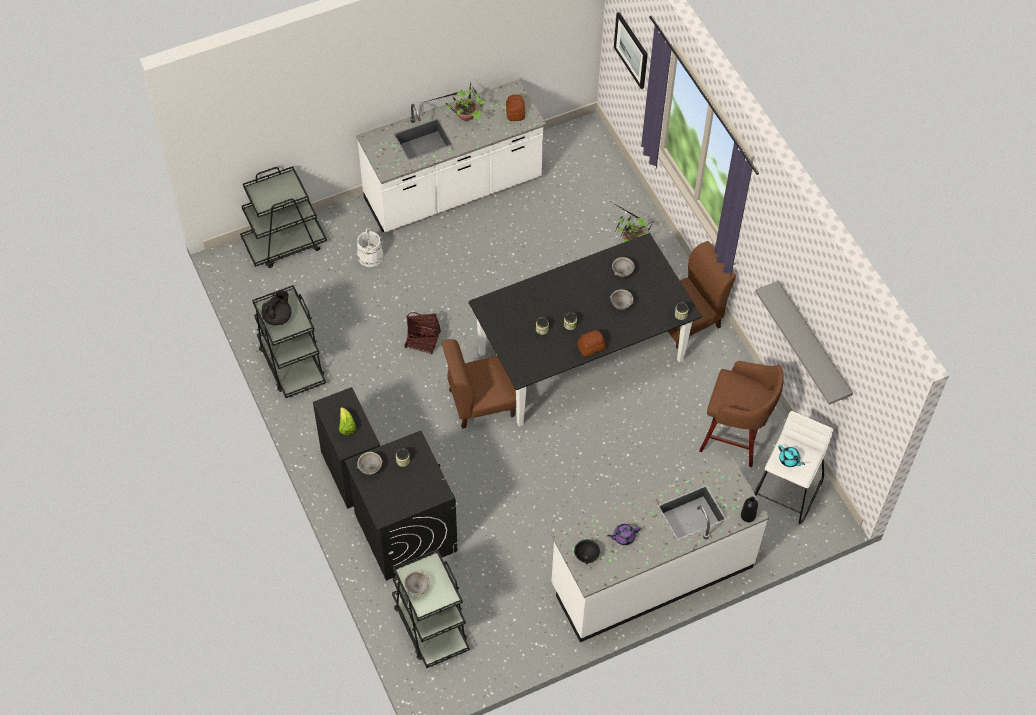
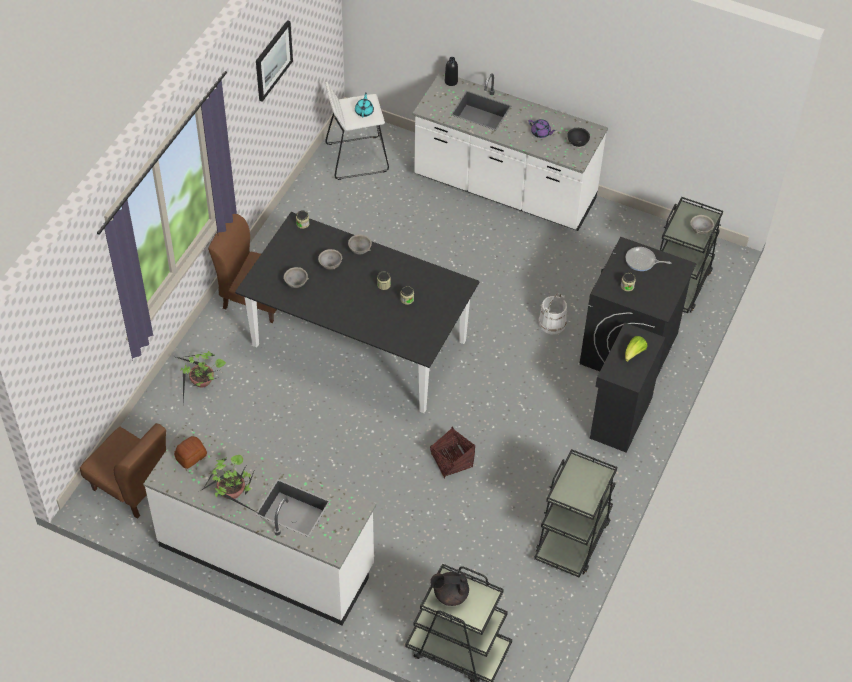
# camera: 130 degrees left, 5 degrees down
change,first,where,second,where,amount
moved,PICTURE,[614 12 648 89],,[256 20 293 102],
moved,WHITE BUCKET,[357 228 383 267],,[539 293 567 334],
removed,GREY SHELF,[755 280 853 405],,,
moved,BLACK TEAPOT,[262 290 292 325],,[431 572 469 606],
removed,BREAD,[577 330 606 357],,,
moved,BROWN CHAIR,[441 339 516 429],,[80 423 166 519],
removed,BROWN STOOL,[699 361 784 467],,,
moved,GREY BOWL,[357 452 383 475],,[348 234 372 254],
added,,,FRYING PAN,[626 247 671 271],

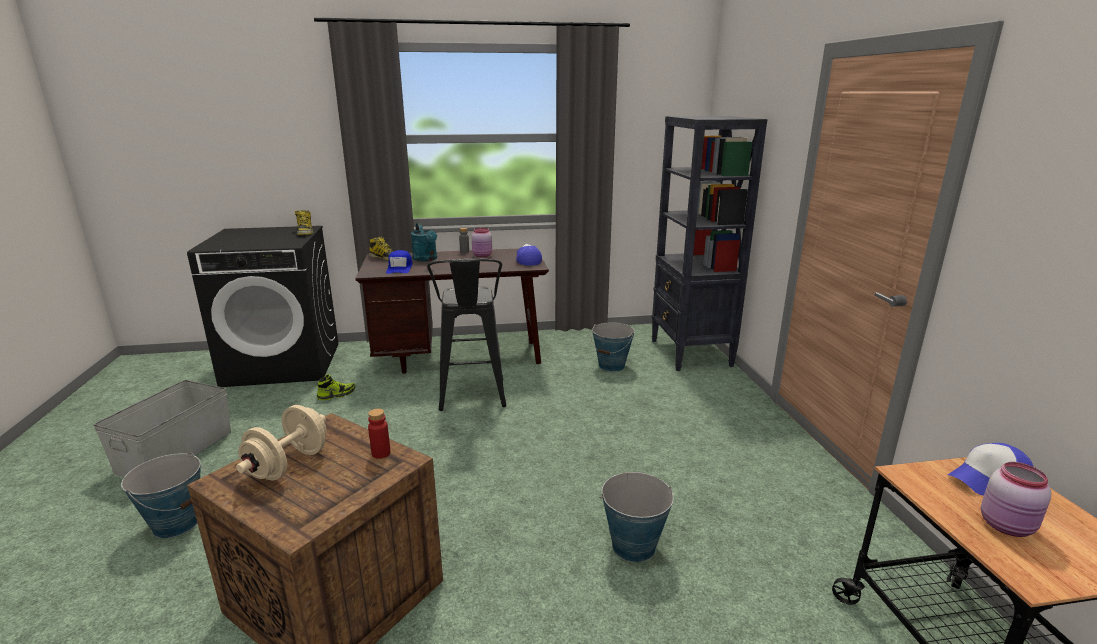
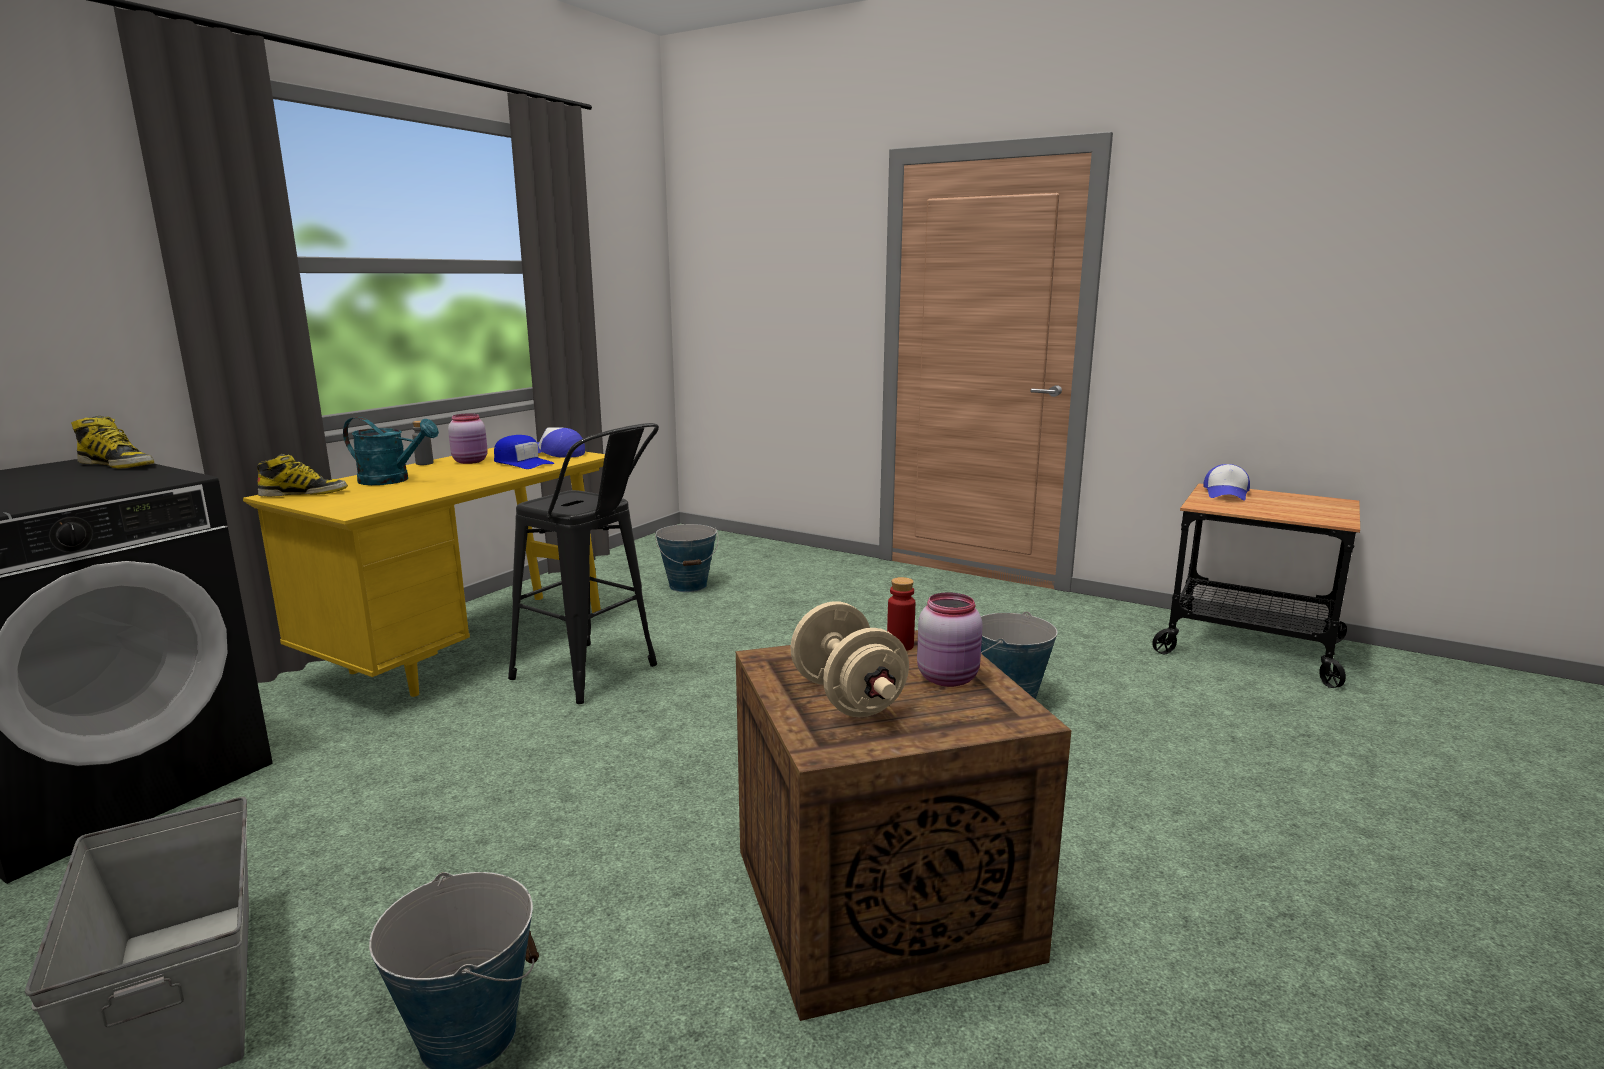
# camera: 50 degrees left, 5 degrees down
change,first,where,second,where,amount
removed,BLACK BOOKCASE,[651 116 767 371],,,
recoloured,BROWN DESK,[355 249 549 374],YELLOW DESK,[243 448 605 697],
moved,BLUE CAP,[386 250 413 274],,[494 435 554 469],
removed,SHOE,[317 374 355 400],,,
moved,PINK JAR,[981 462 1051 537],,[917 592 983 687],

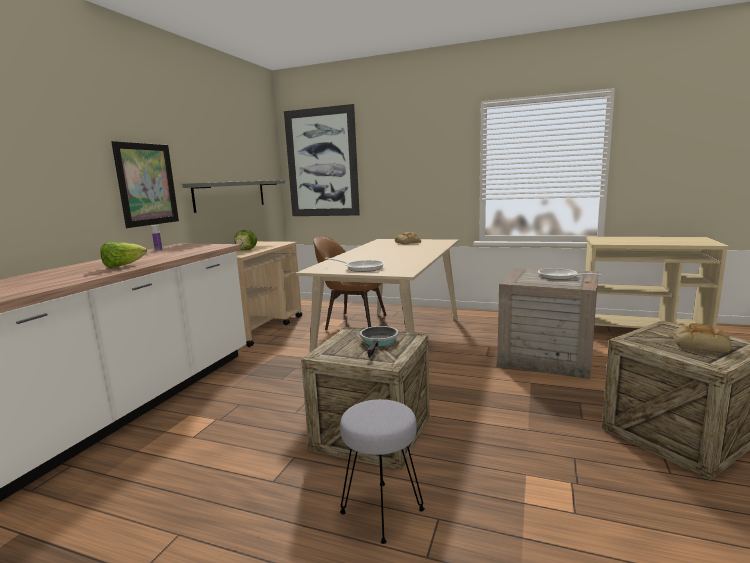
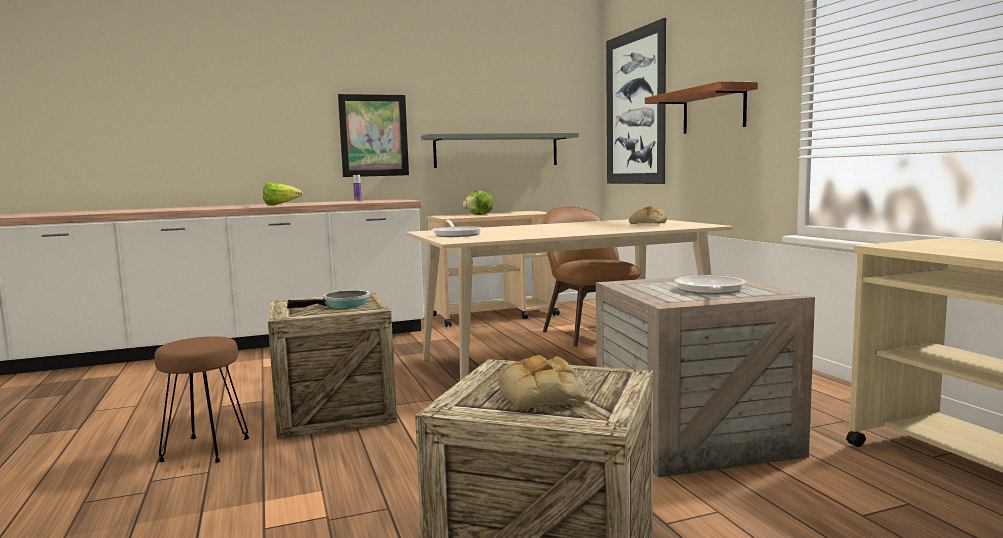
# camera: 50 degrees right, 5 degrees down
change,first,where,second,where,amount
recoloured,GREY STOOL,[340 399 425 544],BROWN STOOL,[154 336 250 463],
added,,,SHELF,[645 81 758 134],

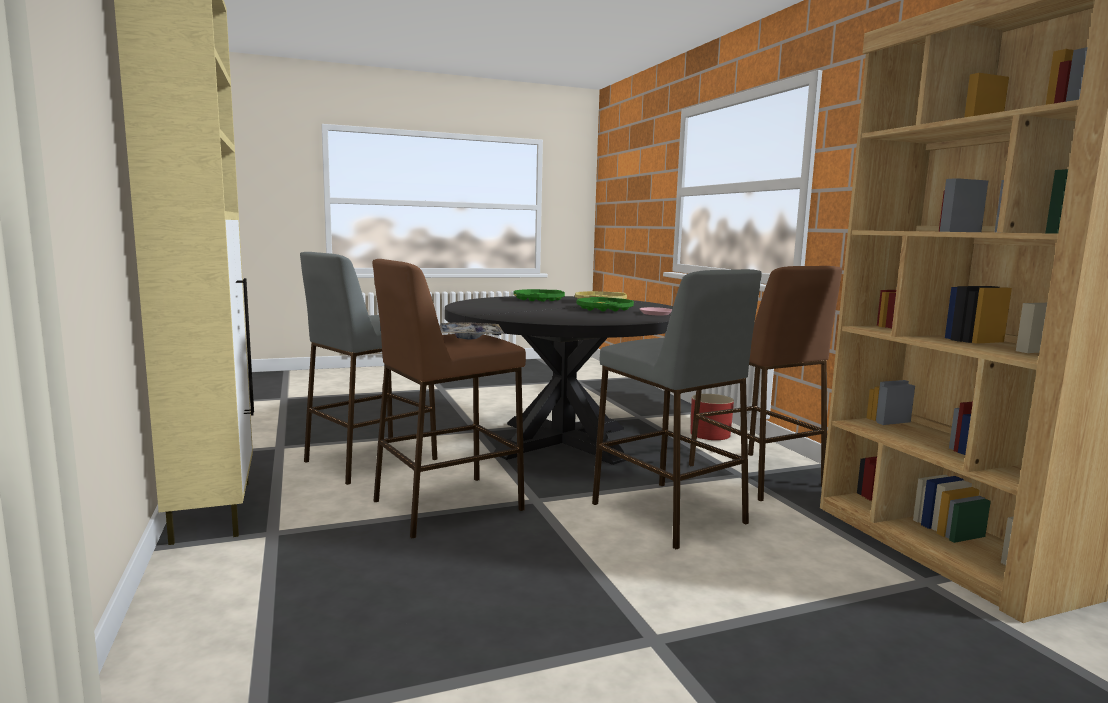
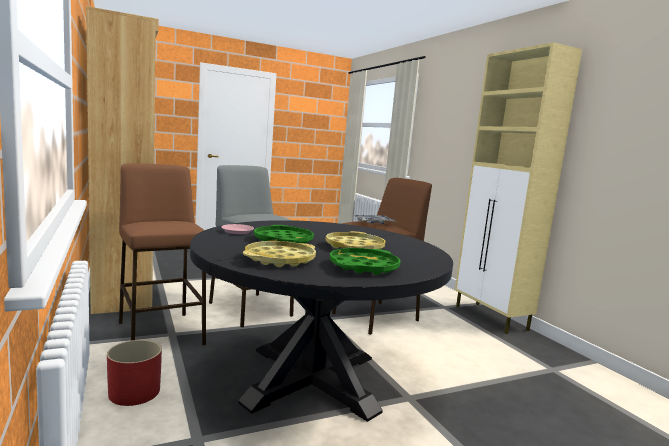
# camera: 175 degrees right, 0 degrees up
change,first,where,second,where,amount
removed,GREY STOOL,[300 252 437 485],,,
added,,,YELLOW TRAY,[326 231 385 249],

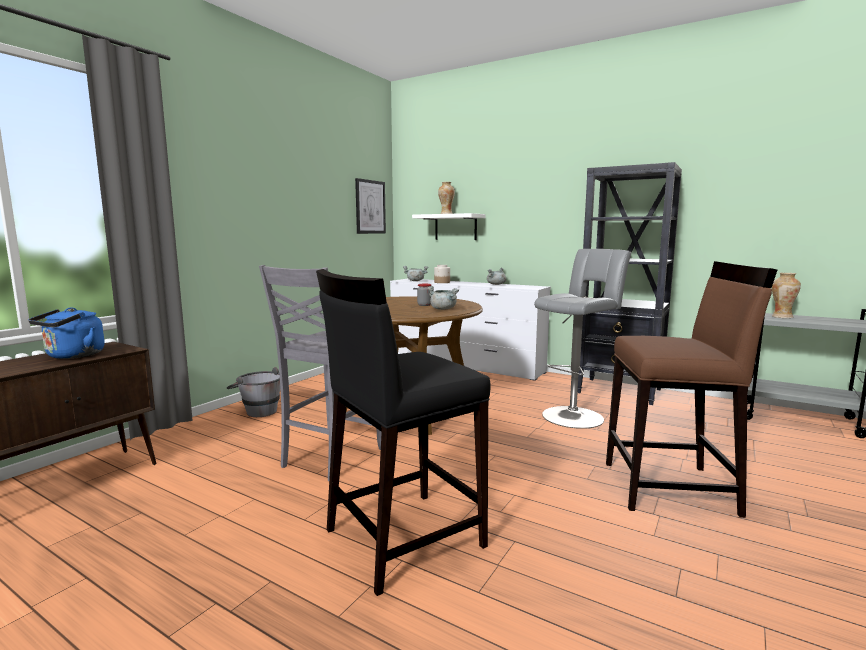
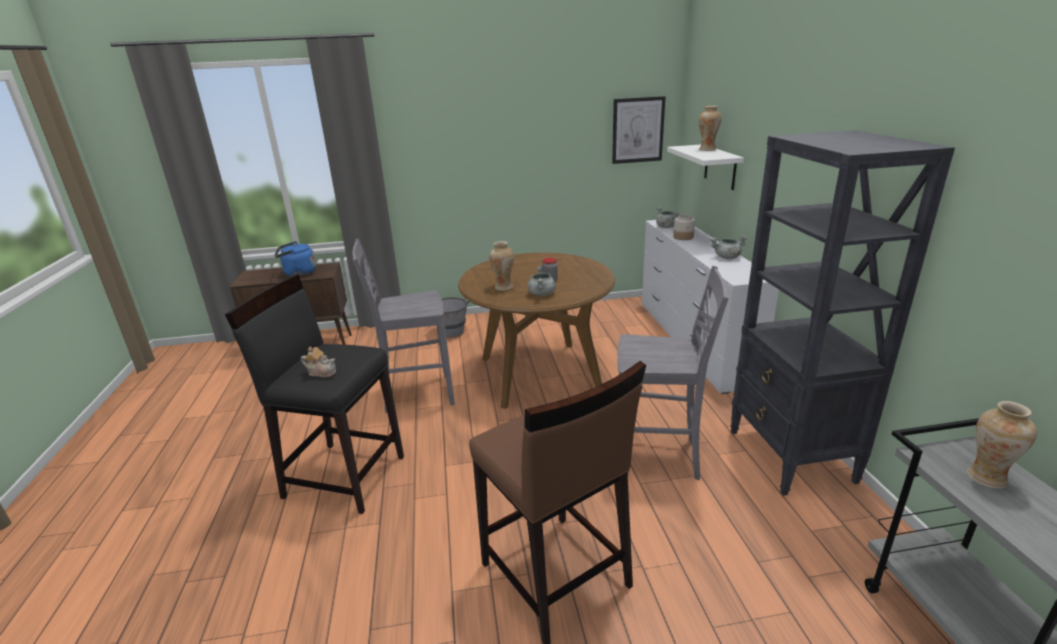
# camera: 50 degrees right, 15 degrees up
change,first,where,second,where,amount
replaced,GREY STOOL,[534 249 631 429],GREY CHAIR,[617 266 729 480],
added,,,VASE,[489 241 514 291],
added,,,TEAPOT,[301 347 336 377],

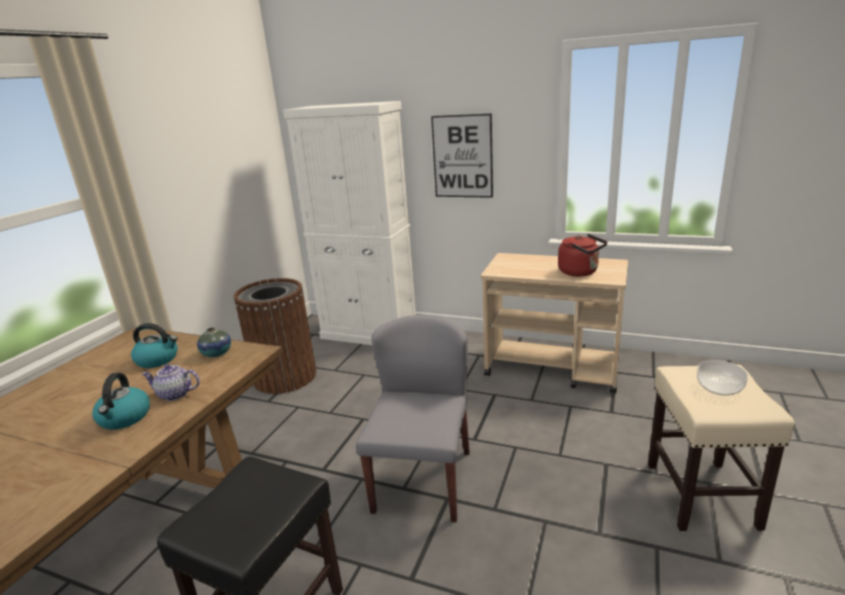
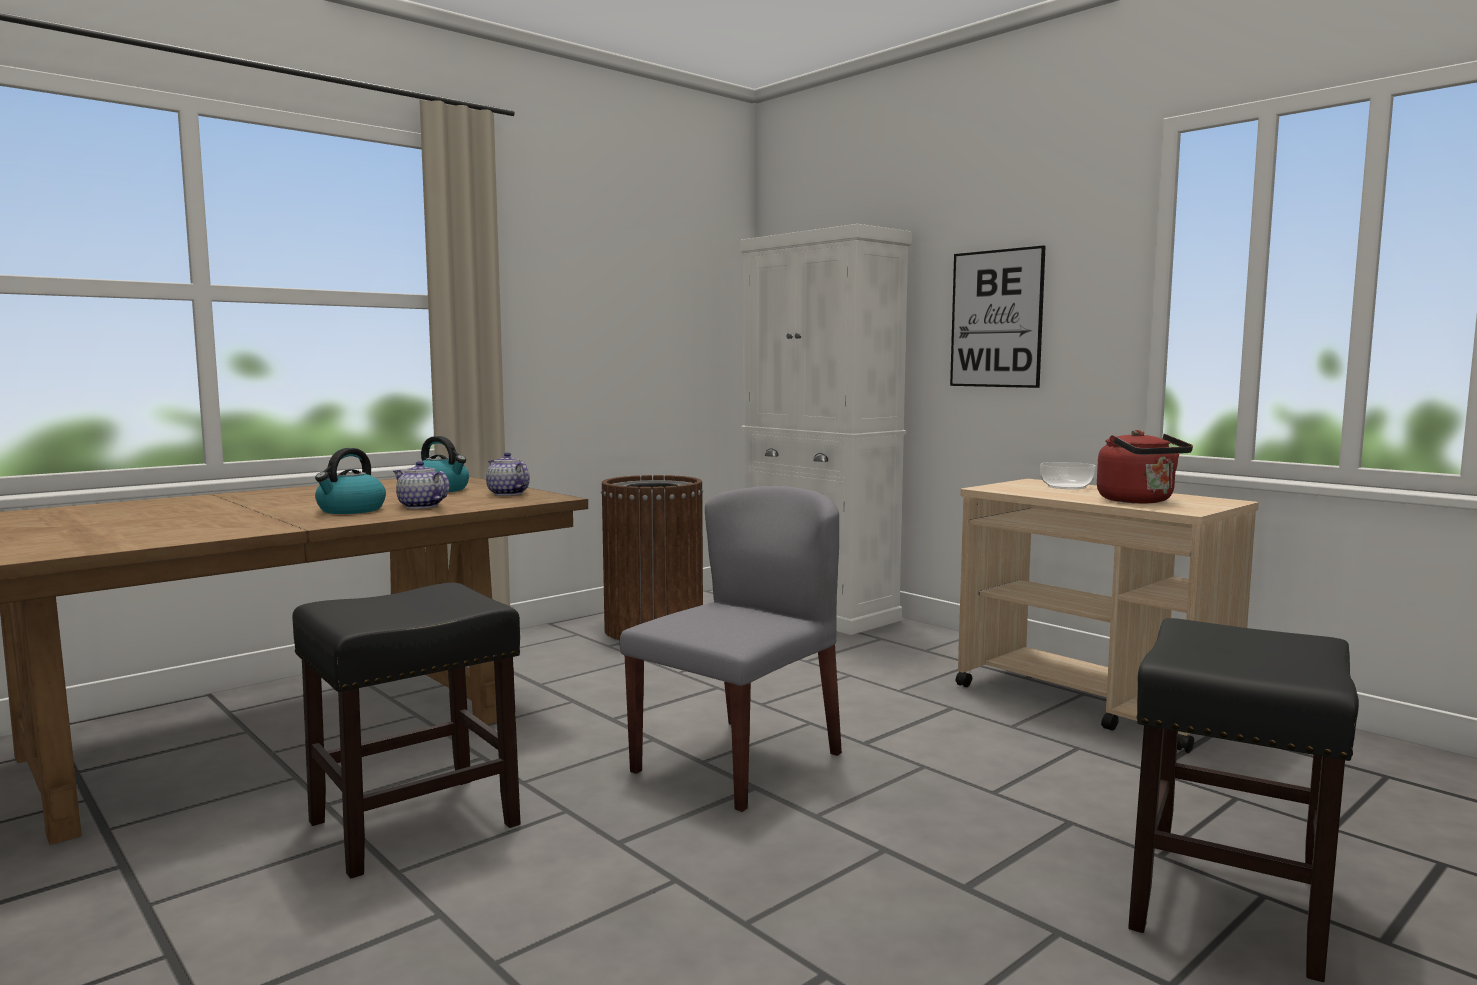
# camera: 25 degrees right, 15 degrees down
change,first,where,second,where,amount
replaced,VASE,[197 327 231 357],TEAPOT,[486 452 530 496],
moved,BOWL,[697 360 748 396],,[1040 462 1095 489],
recoloured,BEIGE STOOL,[648 364 795 531],BLACK STOOL,[1128 618 1359 982],

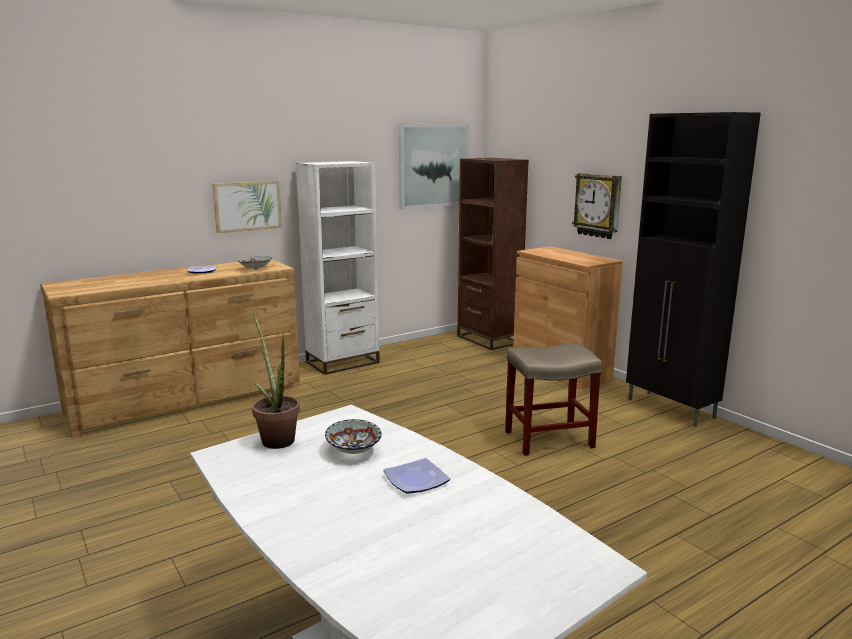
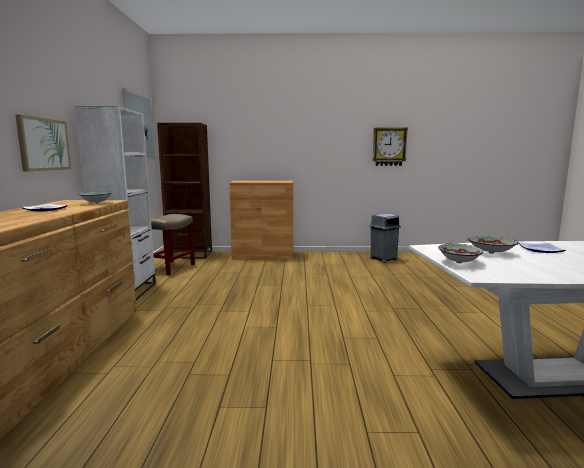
# camera: 55 degrees left, 5 degrees down
change,first,where,second,where,amount
removed,BLACK CABINET,[626 112 761 427],,,
moved,WALL CLOCK,[572 173 622 239],,[373 127 408 166],
replaced,POTTED PLANT,[252 313 300 449],BOWL,[438 244 483 263],
moved,BEIGE STOOL,[505 343 602 456],,[151 214 195 275],
added,,,GREY TRASH CAN,[369 213 401 263],

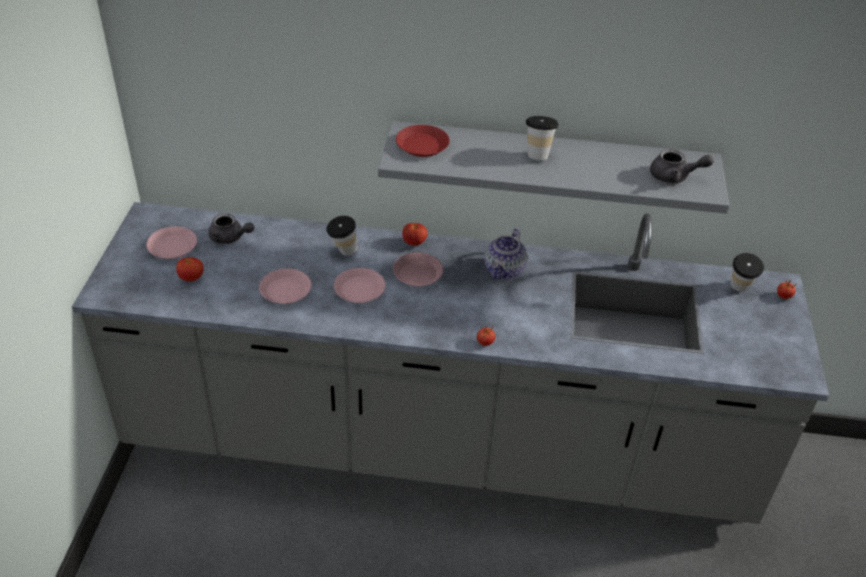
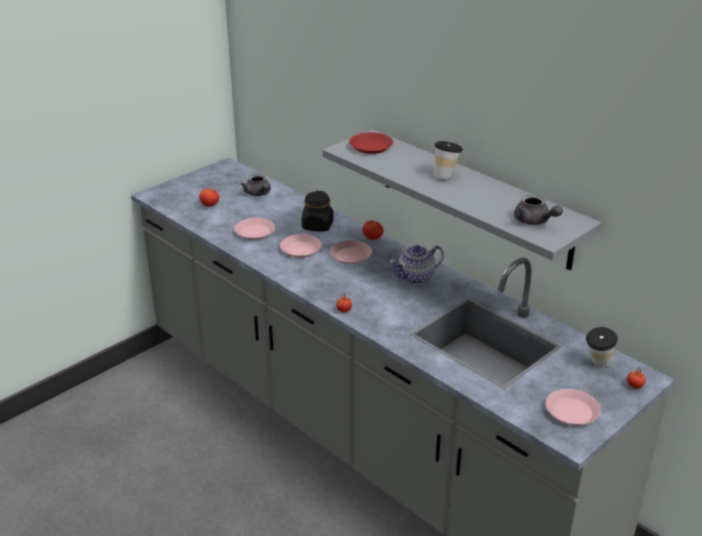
# camera: 40 degrees right, 10 degrees down
change,first,where,second,where,amount
replaced,CUP,[326 216 358 256],BLACK JAR,[302 191 334 232],
moved,PINK PLATE,[146 227 197 259],,[546 389 601 425],

